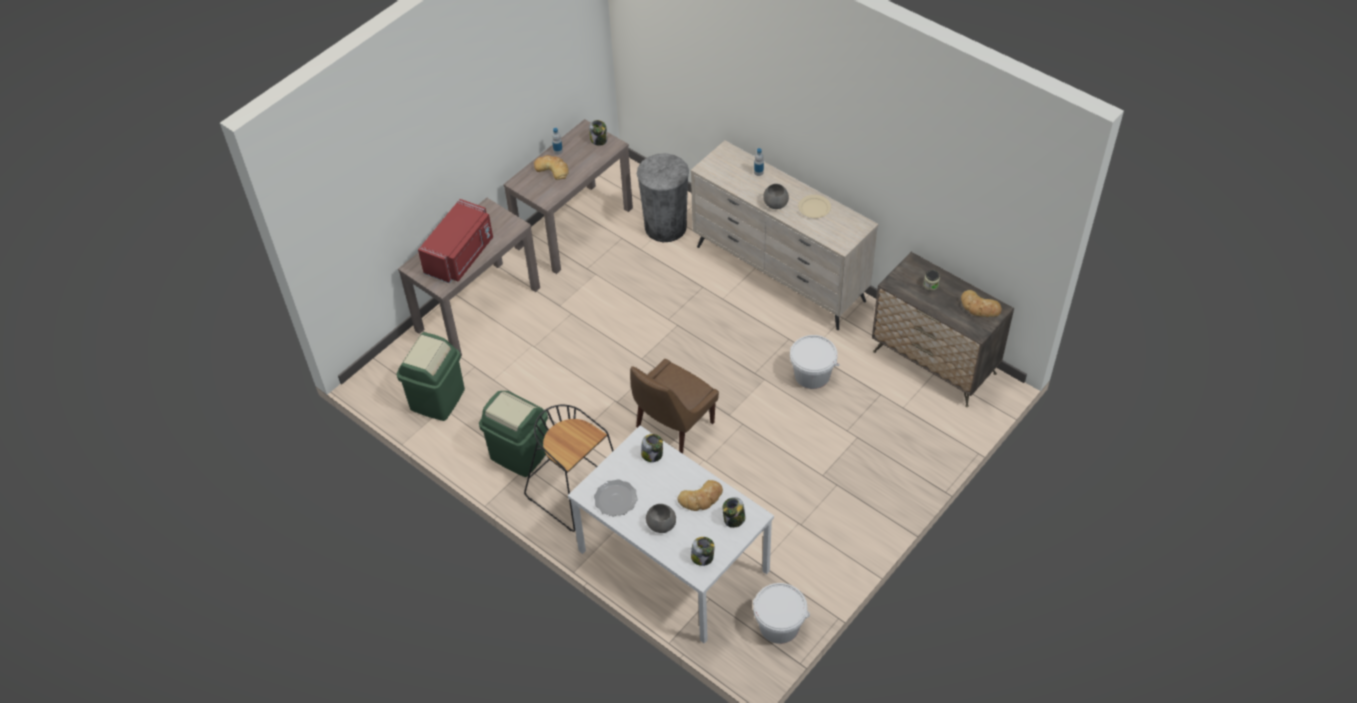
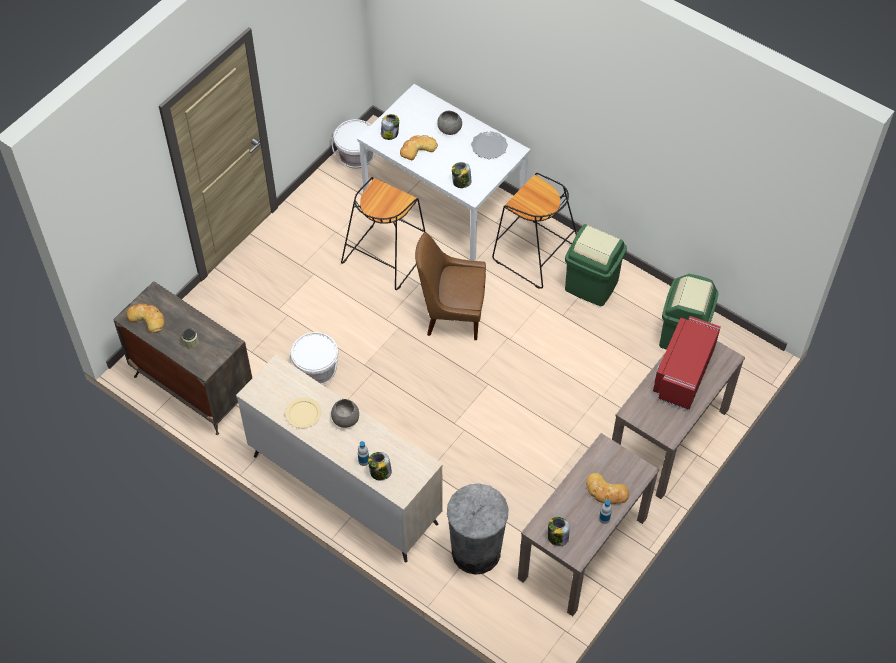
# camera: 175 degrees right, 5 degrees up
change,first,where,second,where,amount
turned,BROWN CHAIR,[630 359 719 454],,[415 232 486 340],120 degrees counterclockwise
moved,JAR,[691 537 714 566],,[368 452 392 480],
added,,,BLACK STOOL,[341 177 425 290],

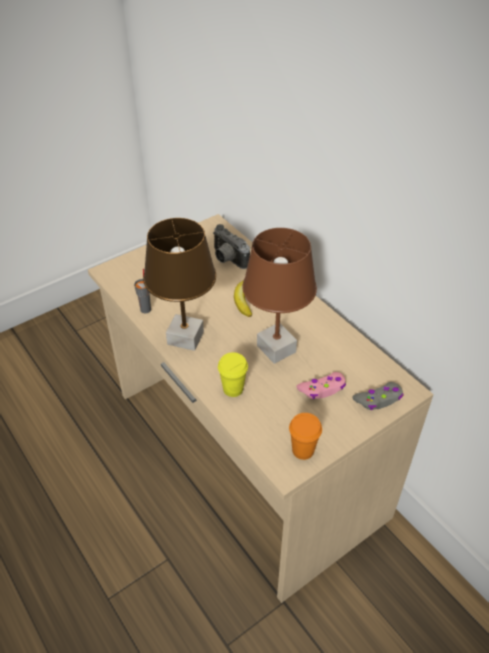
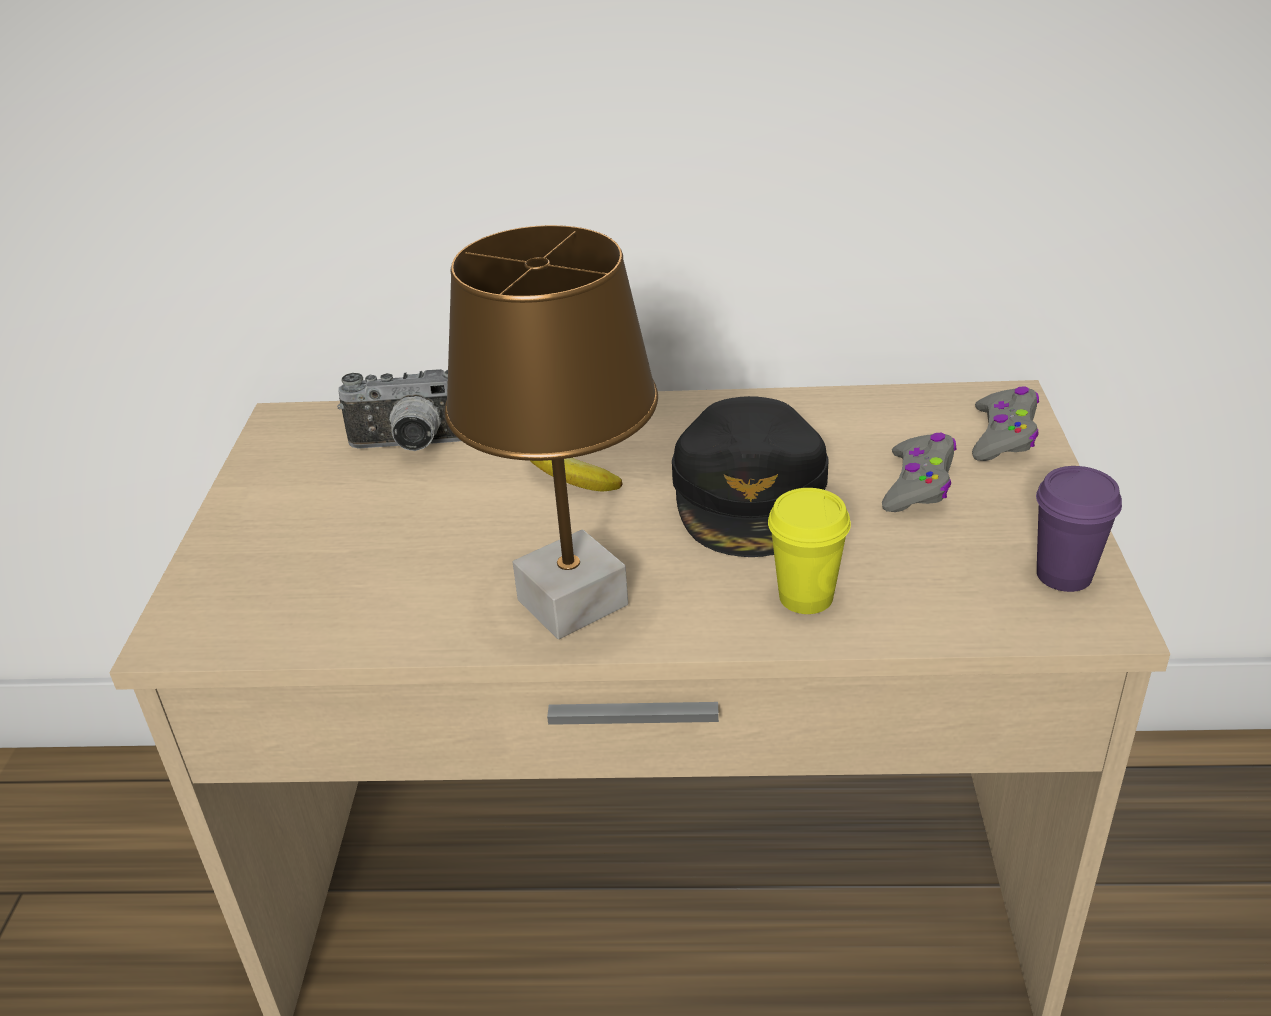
# camera: 50 degrees left, 10 degrees down
change,first,where,second,where,amount
replaced,BROWN TABLE LAMP,[242 228 317 364],BLACK CAP,[672 396 829 557],
removed,GREY CUP,[134 269 151 313],,,
recoloured,PINK GAME CONTROLLER,[297 372 346 399],GREY GAME CONTROLLER,[882 433 957 512],
recoloured,ORANGE CUP,[289 413 322 460],PURPLE CUP,[1036 466 1122 592],

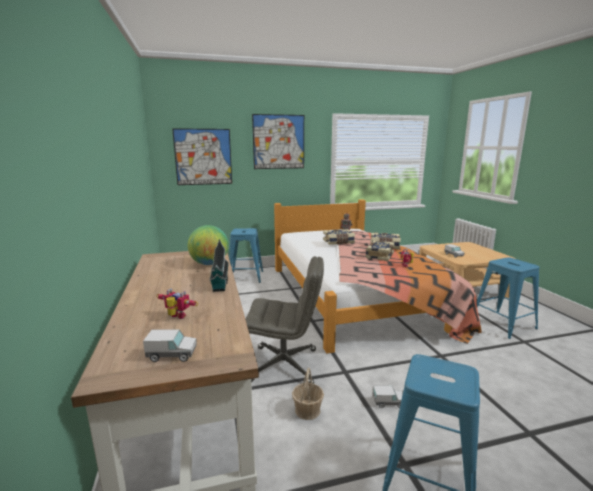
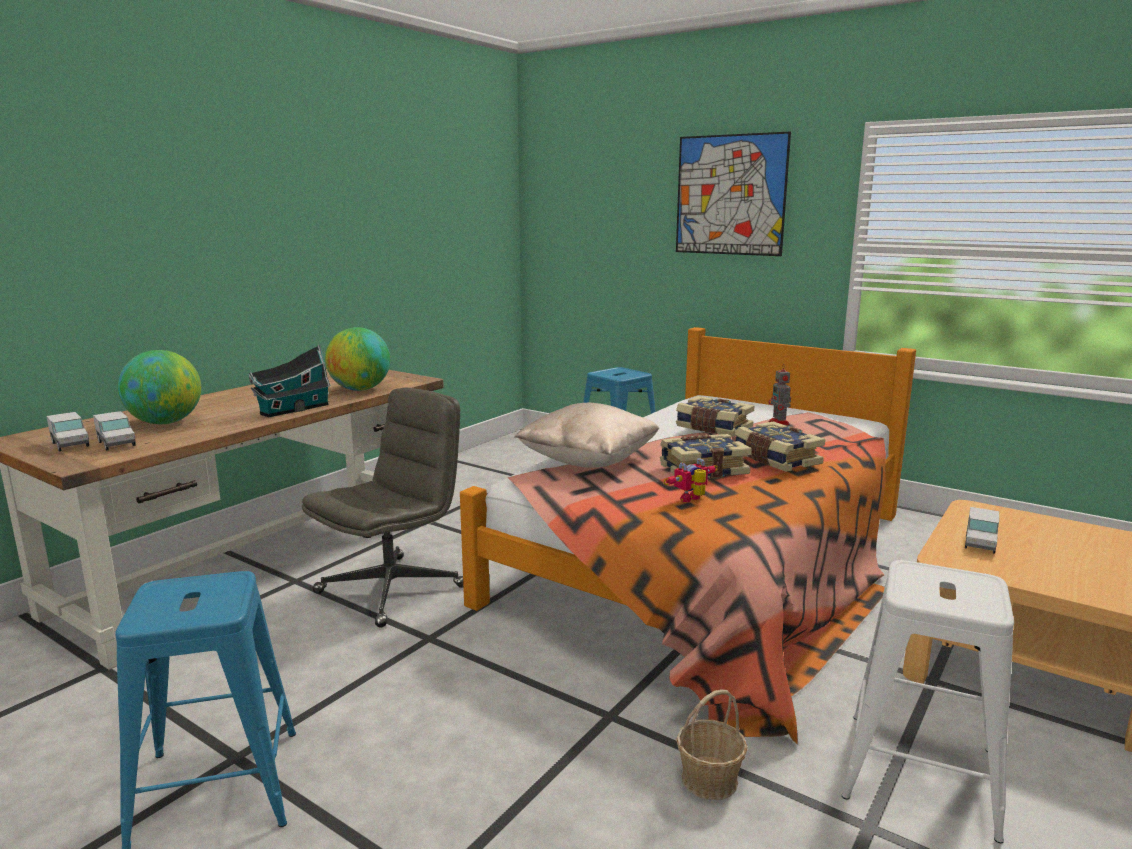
# camera: 50 degrees right, 0 degrees up
change,first,where,second,where,amount
removed,PICTURE,[172 128 232 185],,,
turned,GREY OFFICE CHAIR,[245 256 324 384],,[302 388 463 628],105 degrees counterclockwise
recoloured,BLUE STOOL,[477 257 540 339],WHITE STOOL,[842 560 1014 843],
replaced,TOY ROBOT,[156 289 199 319],GLOBE,[118 350 201 424],
moved,BASKET,[292 368 324 420],,[676 690 748 800],
moved,TOY TRUCK,[373 386 403 408],,[93 411 136 451],
added,,,BEIGE PILLOW,[515 403 659 468],

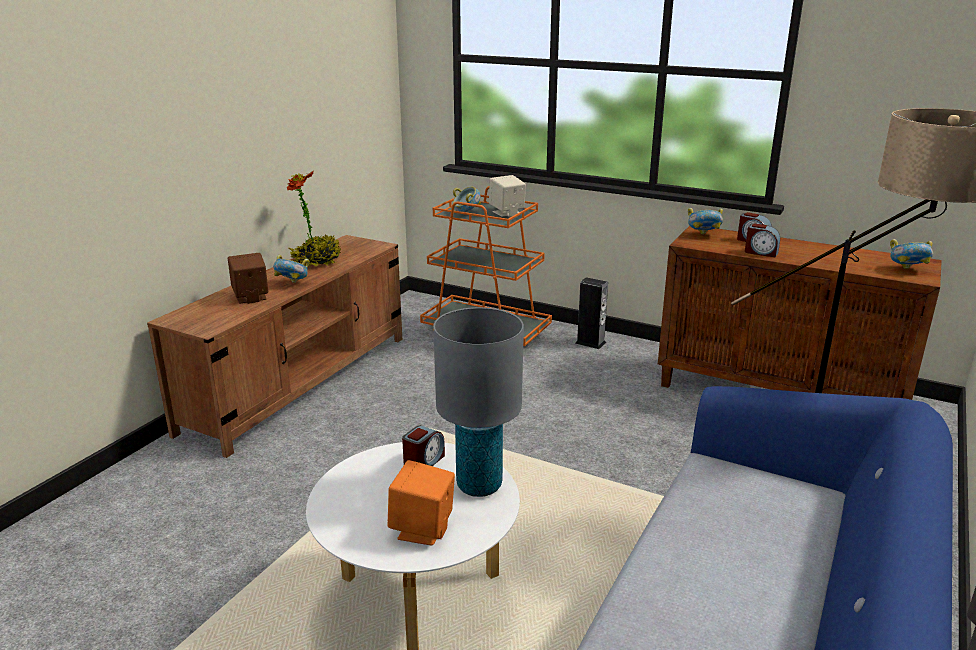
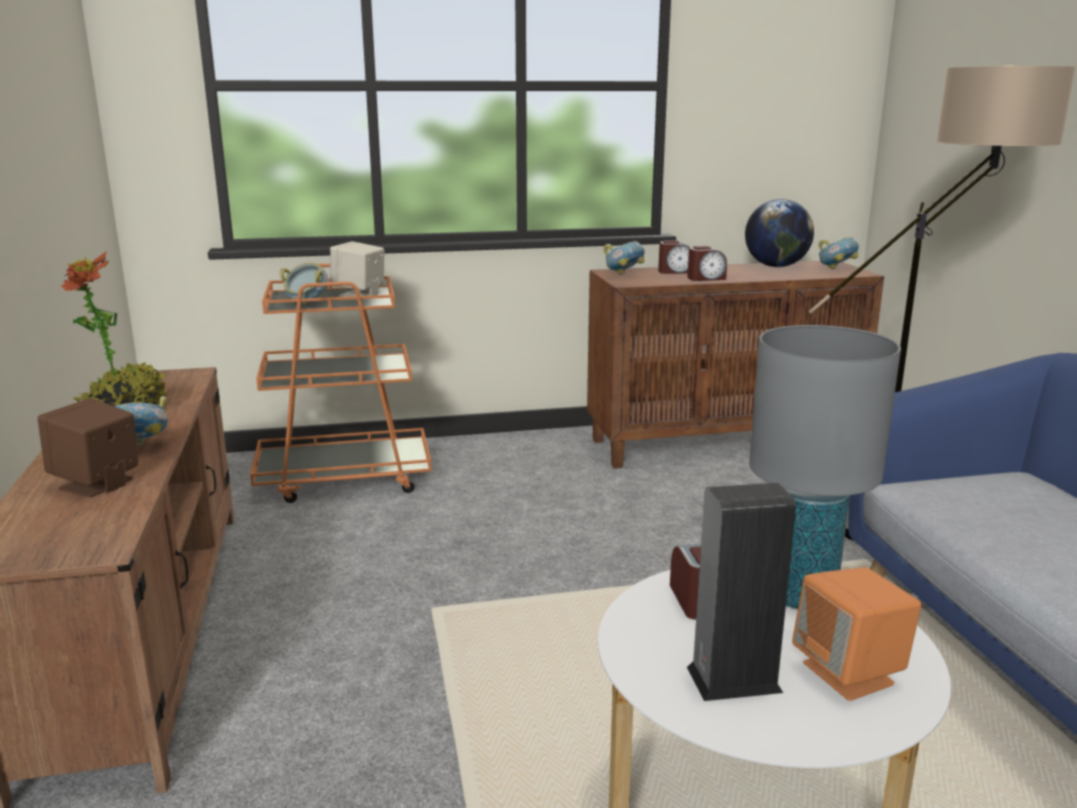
# camera: 40 degrees left, 5 degrees down
change,first,where,second,where,amount
moved,SPEAKER,[575 277 608 349],,[687 483 796 701],
added,,,GLOBE,[745 199 814 267],

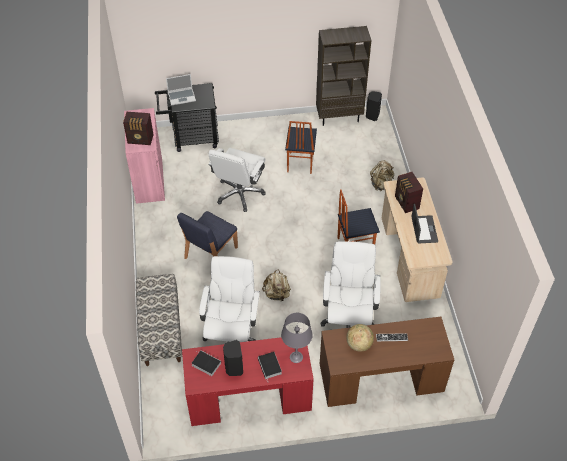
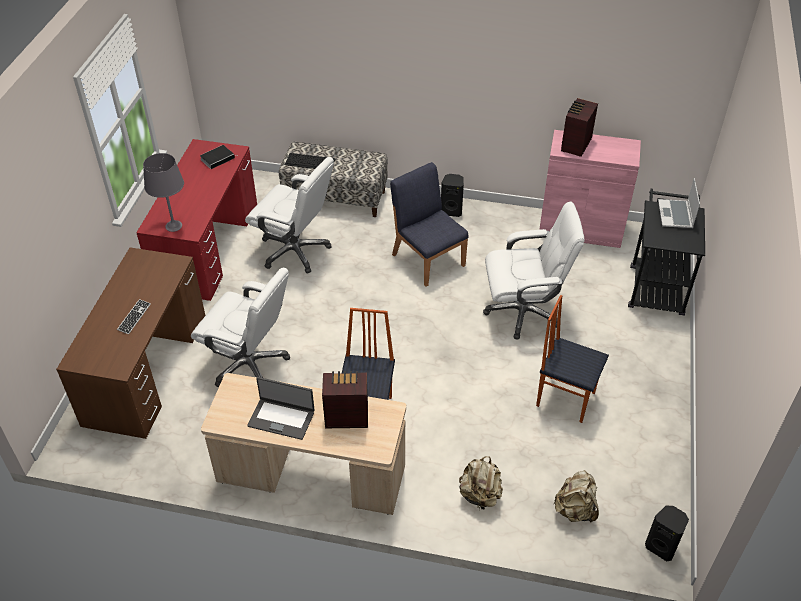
# camera: 110 degrees right, 5 degrees down
change,first,where,second,where,amount
removed,BROWN BOOKCASE,[316 26 371 126],,,
turned,WHITE OFFICE CHAIR,[208 148 266 212],,[483 202 585 340],135 degrees clockwise
moved,BEIGE BACKPACK,[262 269 291 301],,[553 470 599 523],
removed,GLOBE,[346 324 374 352],,,
moved,BLACK SPEAKER,[223 340 243 376],,[441 174 464 217],
removed,BOOK,[258 352 282 383],,,
added,,,KEYBOARD,[285 153 336 169],

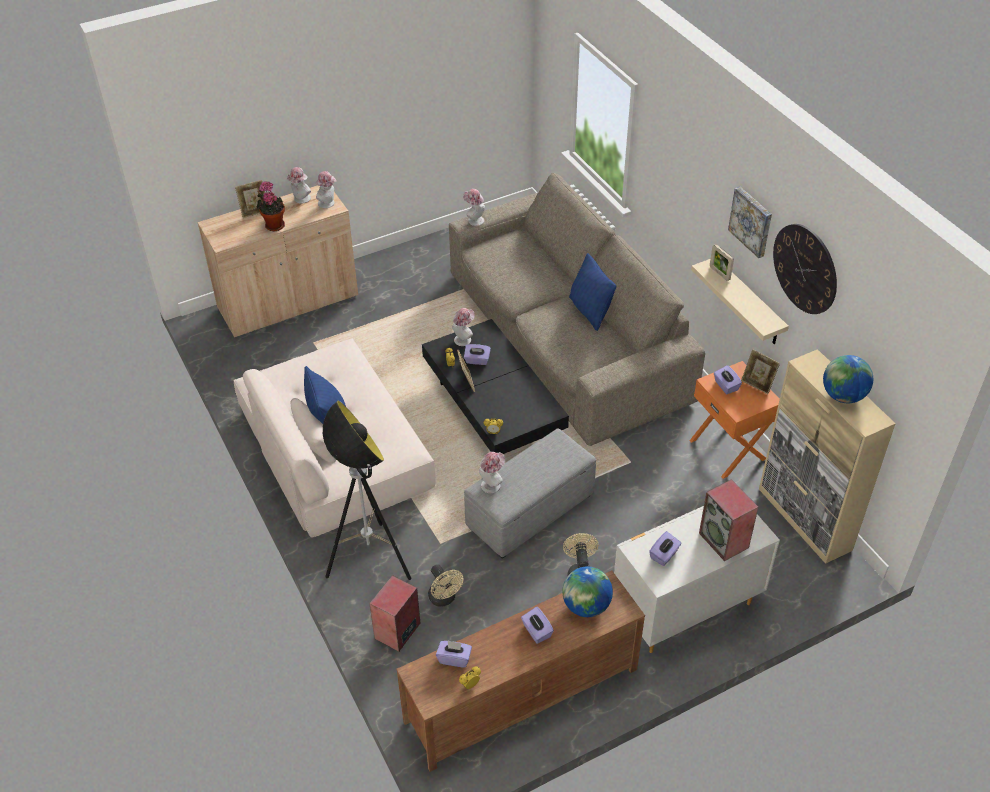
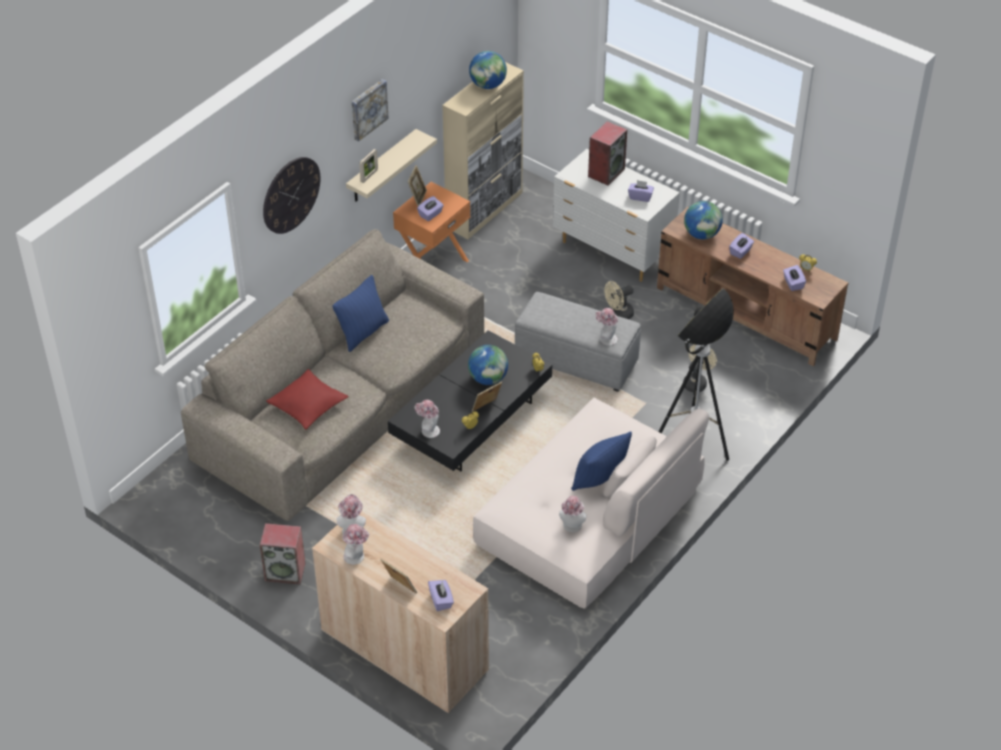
# camera: 115 degrees left, 0 degrees up
change,first,where,second,where,amount
removed,POTTED PLANT,[257 182 285 231],,,
moved,HAT,[463 189 485 226],,[559 496 587 532],
moved,WALL CLOCK,[773 224 837 314],,[263 157 321 234],
moved,PURPLE TISSUE BOX,[464 344 491 365],,[428 580 454 611],
moved,SPEAKER,[369 575 420 652],,[260 523 306 585],
added,,,GLOBE,[468 345 508 385],
added,,,RED PILLOW,[266 369 349 430],

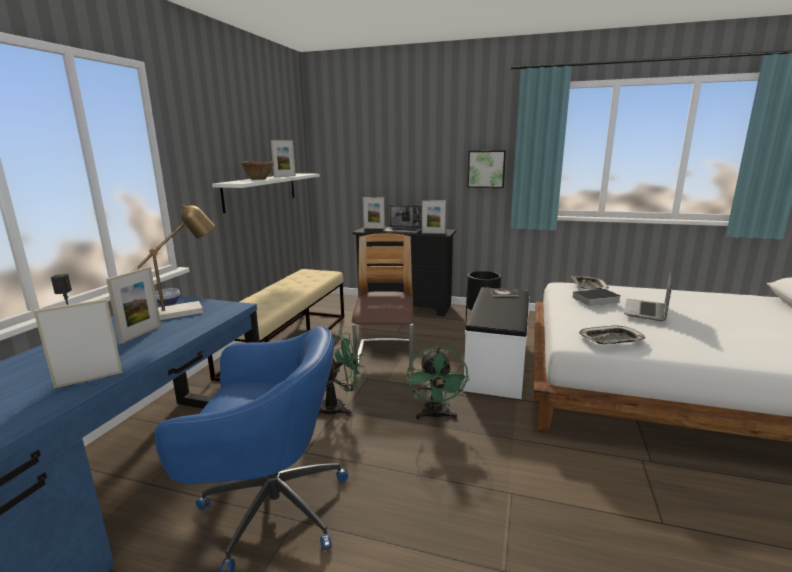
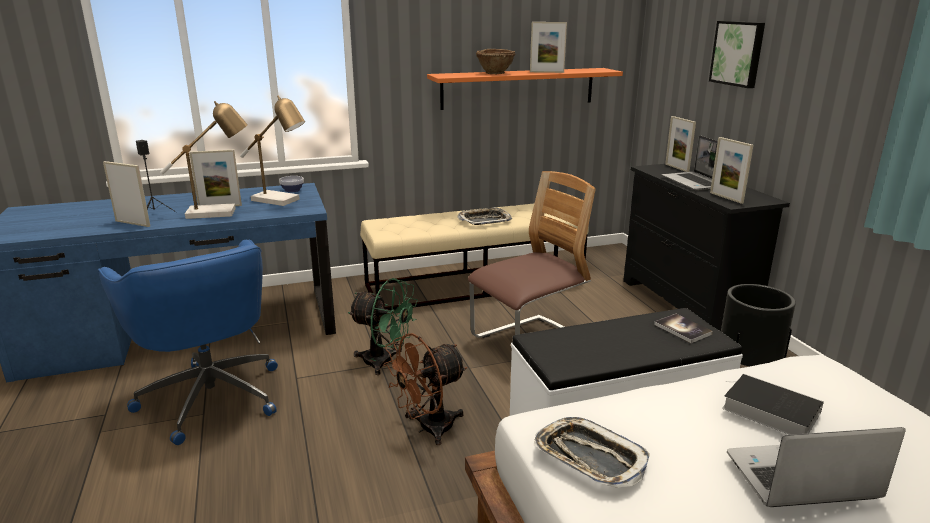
# camera: 55 degrees right, 5 degrees up
change,first,where,second,where,amount
moved,PICTURE,[467 150 506 188],,[709 21 765 88],
recoloured,WHITE SHELF,[212 174 320 213],ORANGE SHELF,[427 68 623 110],
moved,TRAY,[571 276 609 290],,[458 207 512 225],
recoloured,GREEN FAN,[407 347 470 421],BROWN FAN,[383 333 467 445],
added,,,TABLE LAMP,[160 101 247 219],

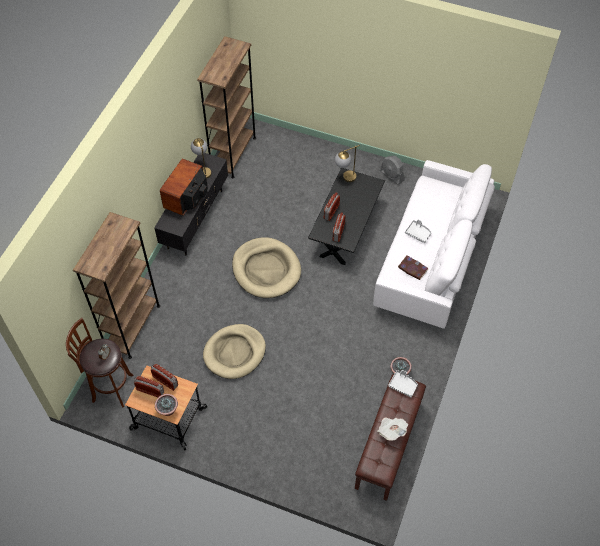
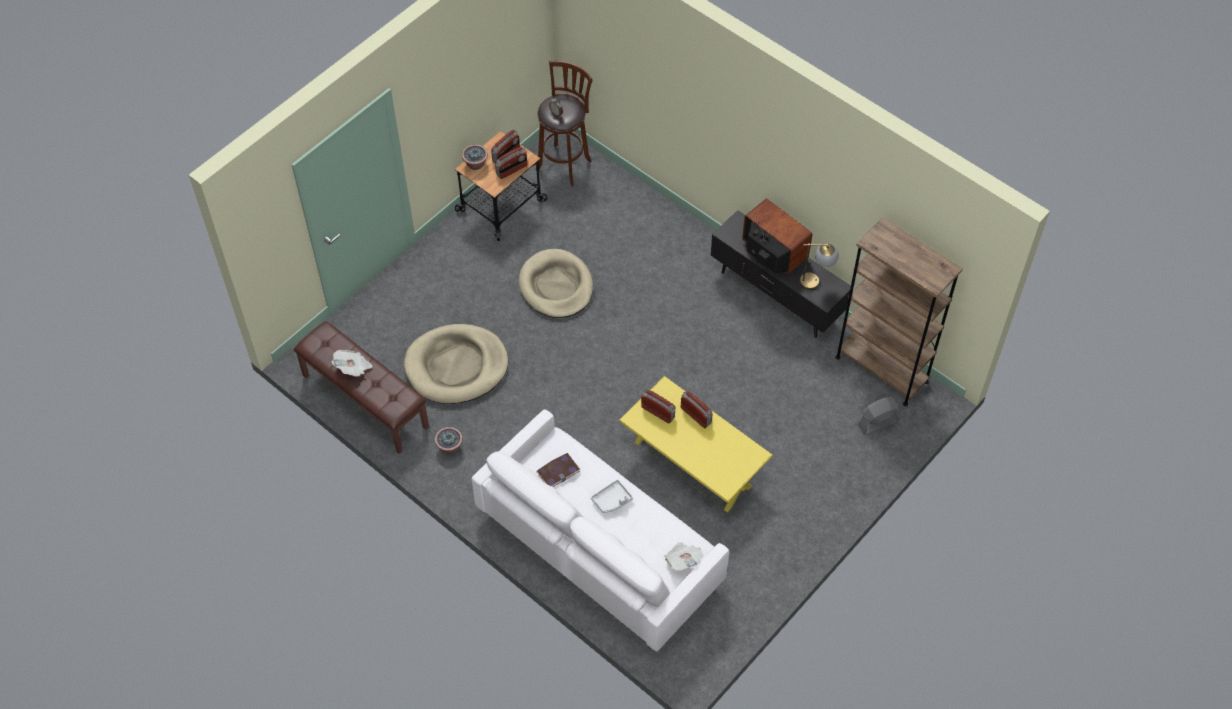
# camera: 110 degrees right, 0 degrees up
change,first,where,second,where,amount
removed,TABLE LAMP,[335 145 360 182],,,
moved,GREY FAN,[380 156 404 185],,[858 397 899 435],
recoloured,BLACK COFFEE TABLE,[308 168 385 265],YELLOW COFFEE TABLE,[619 376 773 513],
removed,BROWN BOOKCASE,[73 212 160 359],,,
moved,BEIGE DOG BED,[232 237 301 298],,[404 324 508 404],
removed,GREY TRAY,[388 370 418 398],,,
added,,,NEWSPAPER,[664 542 704 571],

